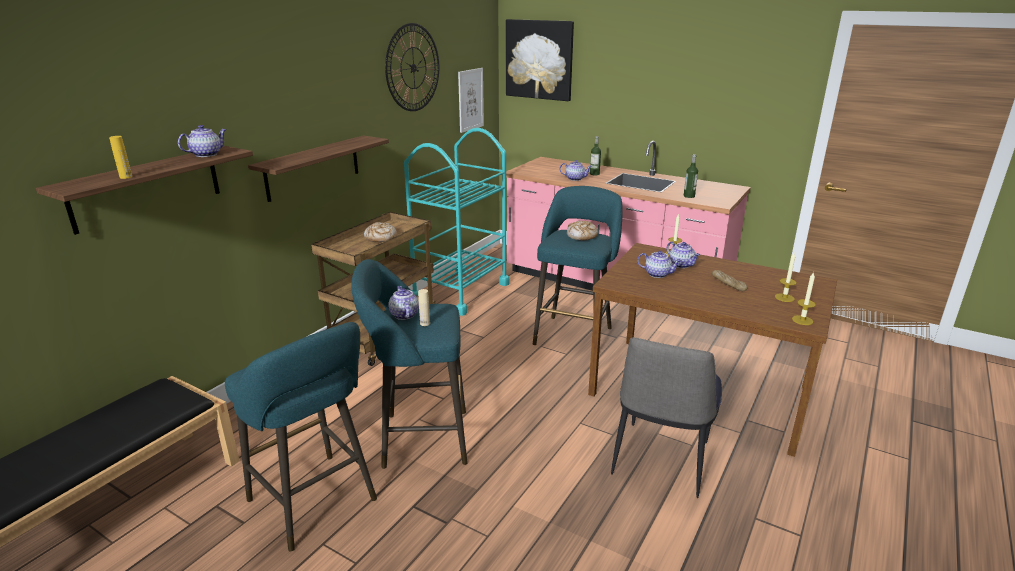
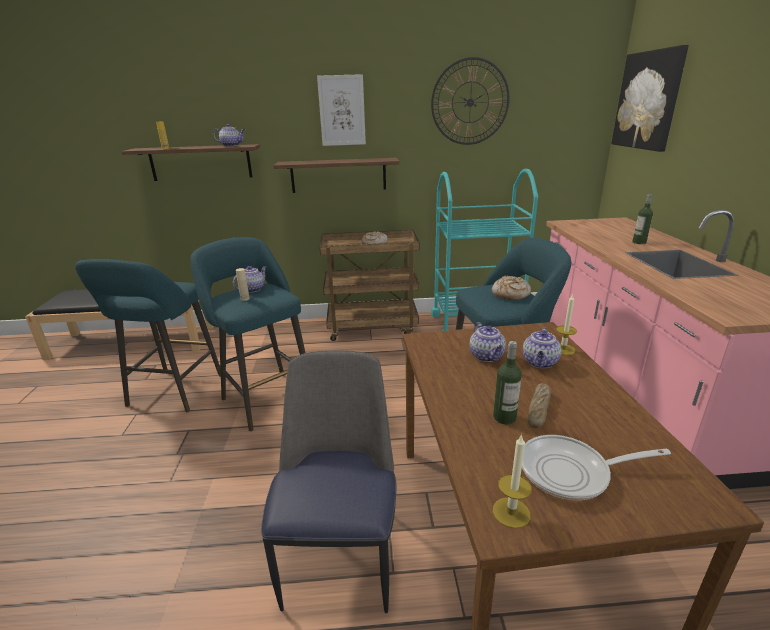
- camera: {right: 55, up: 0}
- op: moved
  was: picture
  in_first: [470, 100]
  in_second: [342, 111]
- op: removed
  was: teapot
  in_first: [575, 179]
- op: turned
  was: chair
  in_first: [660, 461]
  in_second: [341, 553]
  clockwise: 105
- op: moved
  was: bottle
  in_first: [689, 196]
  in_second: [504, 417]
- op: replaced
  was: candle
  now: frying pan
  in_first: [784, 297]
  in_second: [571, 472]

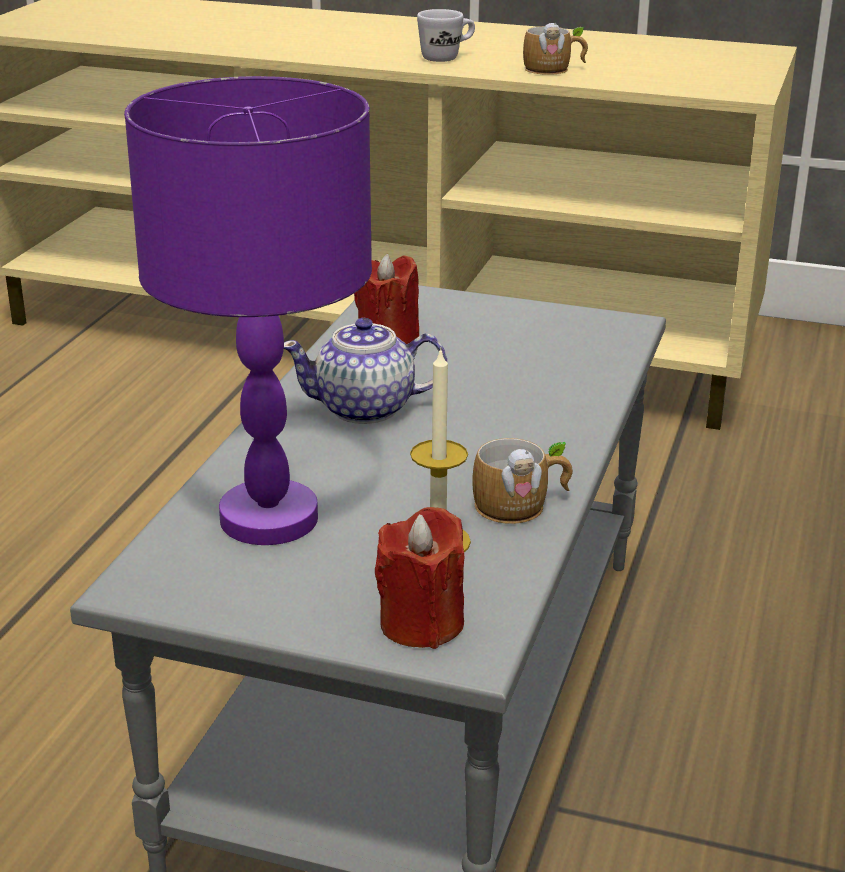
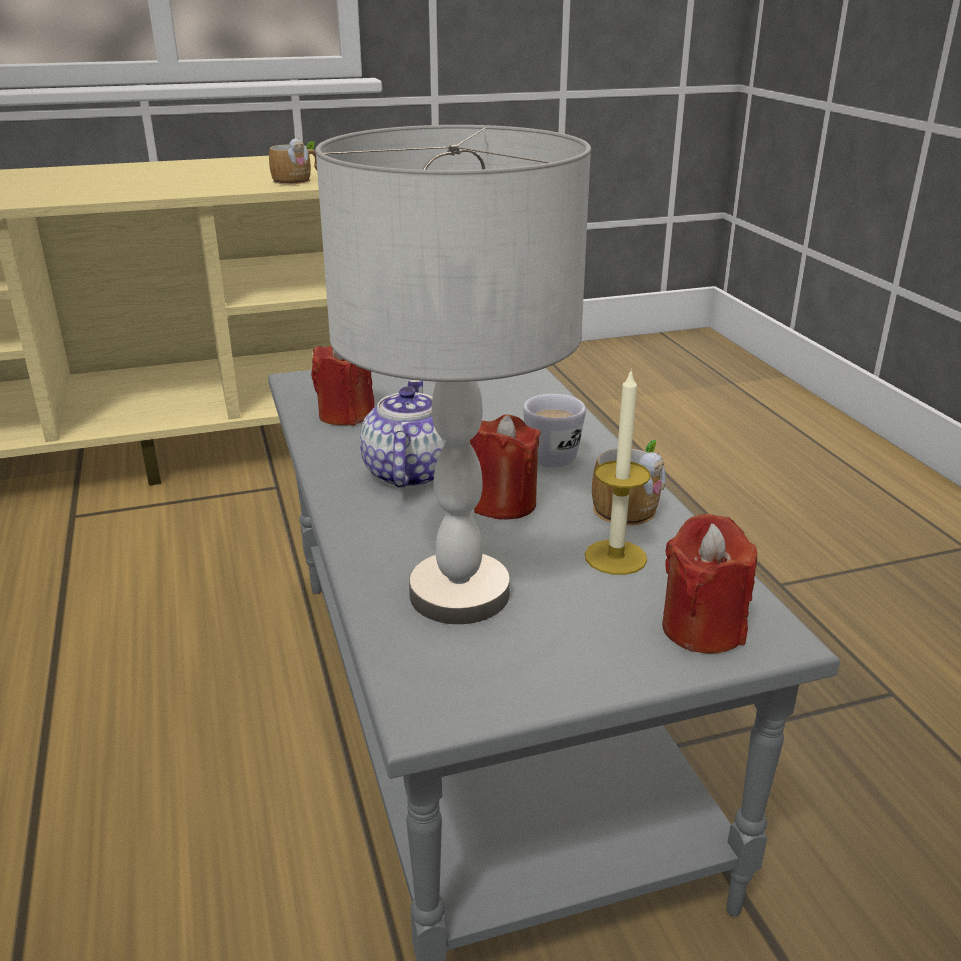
- camera: {right: -35, up: 0}
- op: recoloured
  was: table lamp/purple
  now: table lamp/grey
  in_first: [270, 518]
  in_second: [459, 593]
- op: turned
  was: teapot
  in_first: [366, 409]
  in_second: [408, 474]
  clockwise: 135
- op: moved
  was: mug/white
  in_first: [447, 58]
  in_second: [556, 454]
- op: added
  now: candle/red
  in_second: [503, 503]

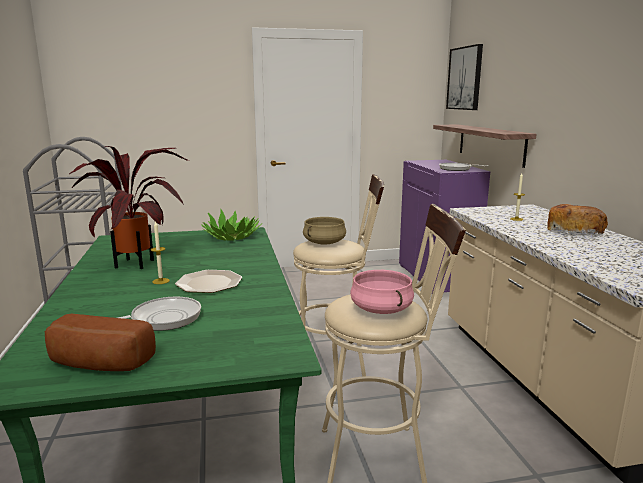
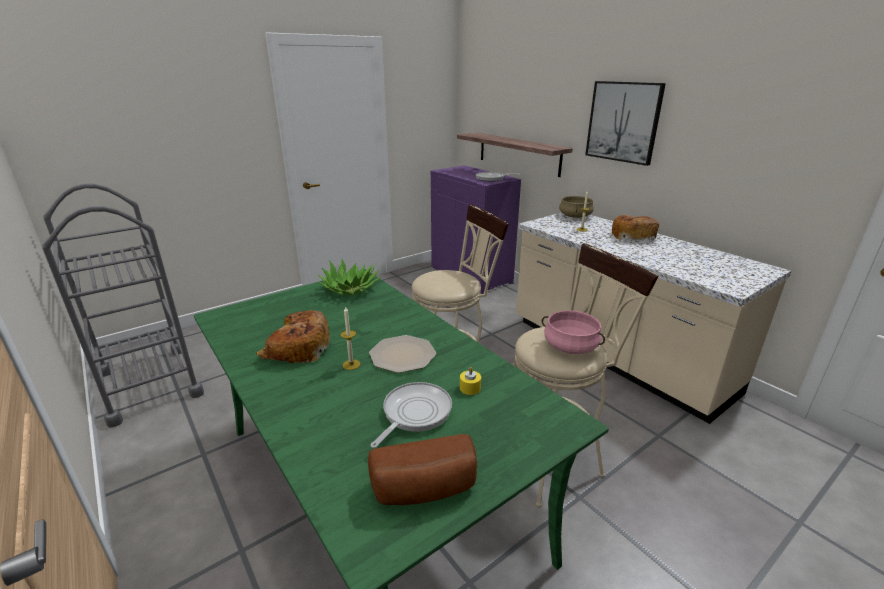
- camera: {right: -25, up: 10}
- op: replaced
  was: potted plant
  now: bread
  in_first: [137, 265]
  in_second: [297, 348]
- op: moved
  was: cooking pot/beige
  in_first: [324, 242]
  in_second: [574, 216]
- op: moved
  was: picture
  in_first: [465, 78]
  in_second: [623, 122]
- op: added
  now: candle/yellow
  in_second: [470, 388]

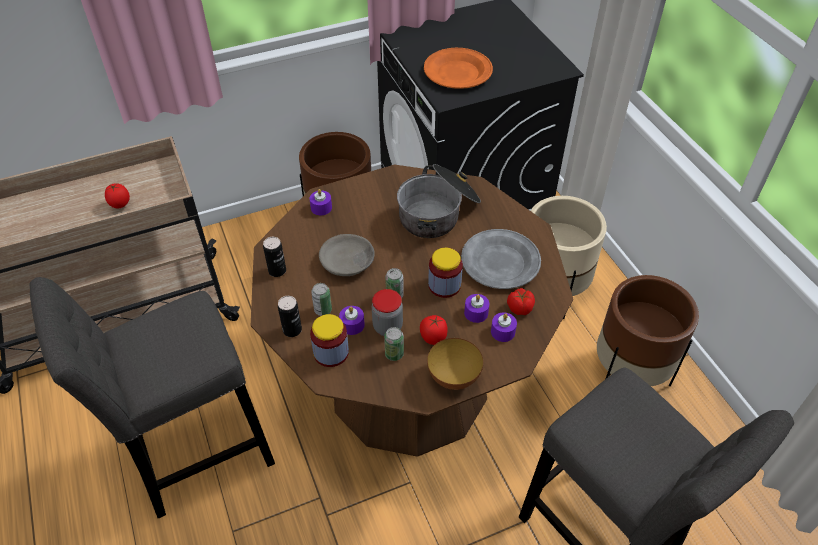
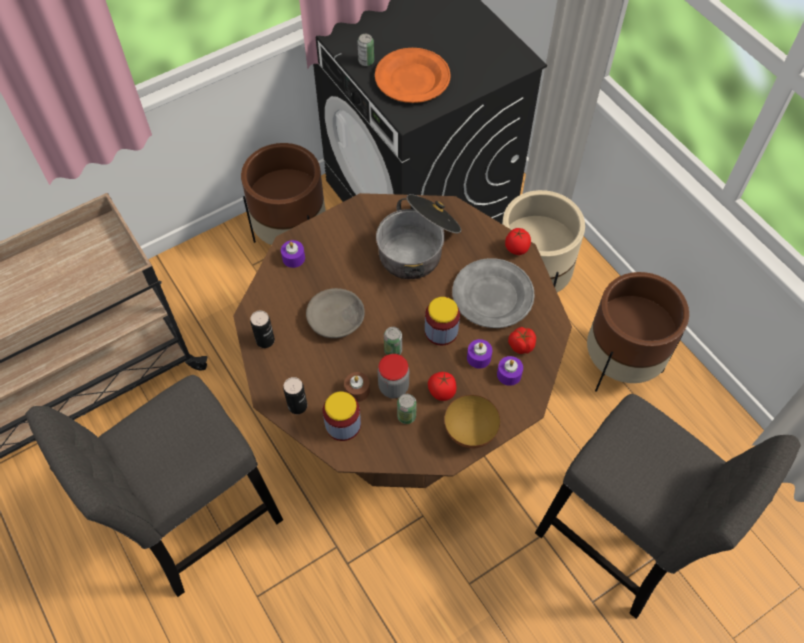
- camera: {right: -10, up: 10}
- op: moved
  was: tomato
  in_first: [120, 205]
  in_second: [516, 249]
- op: moved
  was: can
  in_first: [323, 310]
  in_second: [366, 61]
- op: recoloured
  was: candle/purple
  now: candle/brown
  in_first: [352, 325]
  in_second: [357, 390]

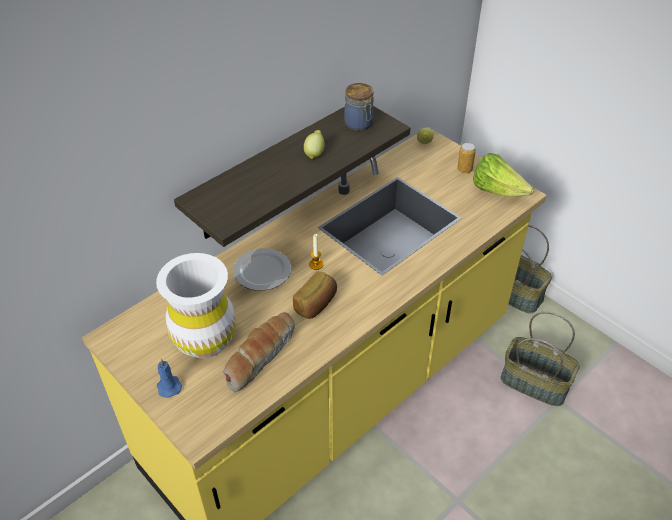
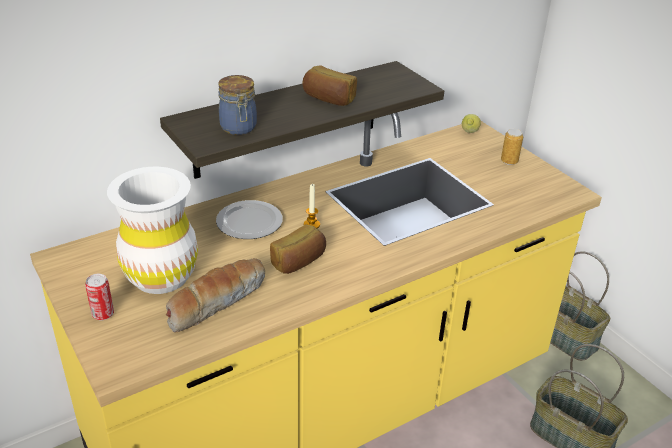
- camera: {right: 10, up: -10}
- op: replaced
  was: candle/blue
  now: can
  in_first: [168, 386]
  in_second: [103, 314]
- op: replaced
  was: lemon
  now: bread
  in_first: [314, 153]
  in_second: [328, 99]
- op: moved
  was: jar
  in_first: [359, 124]
  in_second: [239, 128]
- op: removed
  was: lettuce
  in_first: [497, 190]

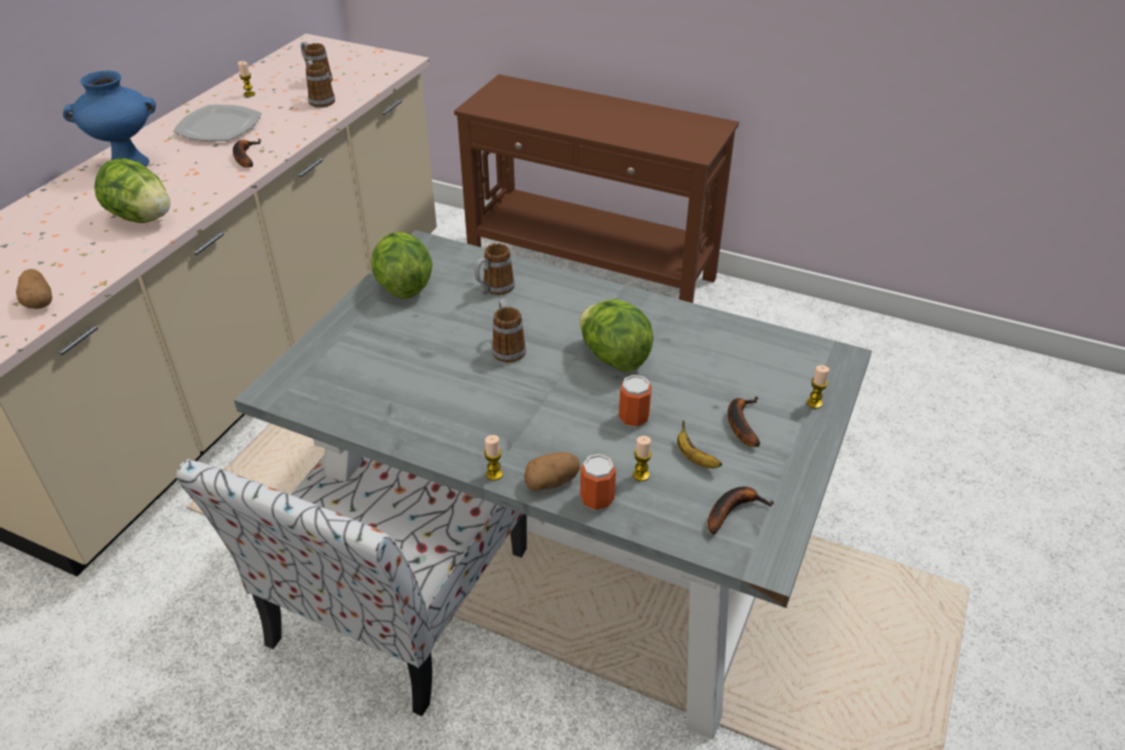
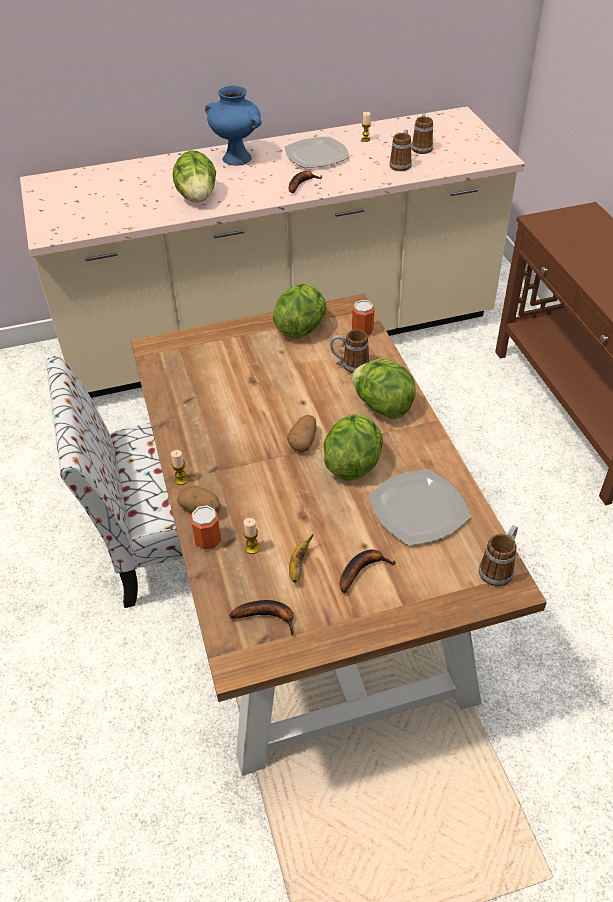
- camera: {right: 50, up: 5}
- op: moved
  was: potato
  in_first: [39, 301]
  in_second: [303, 441]
- op: recoloured
  was: dining table/grey
  now: dining table/brown
  in_first: [558, 547]
  in_second: [307, 582]
- op: moved
  was: mug
  in_first: [507, 348]
  in_second: [498, 568]
- op: moved
  was: can
  in_first: [633, 418]
  in_second: [362, 331]
- op: removed
  was: candle
  in_first: [814, 403]
- op: added
  now: lettuce
  in_second: [382, 406]
- op: added
  now: plate
  in_second: [418, 508]

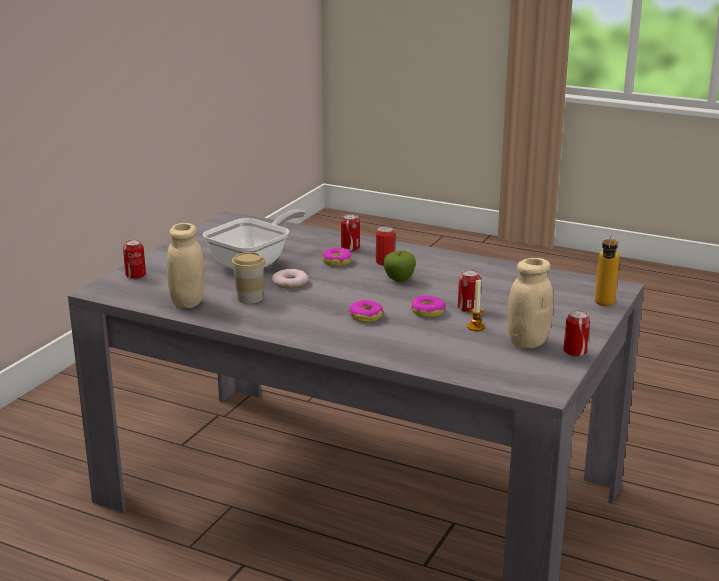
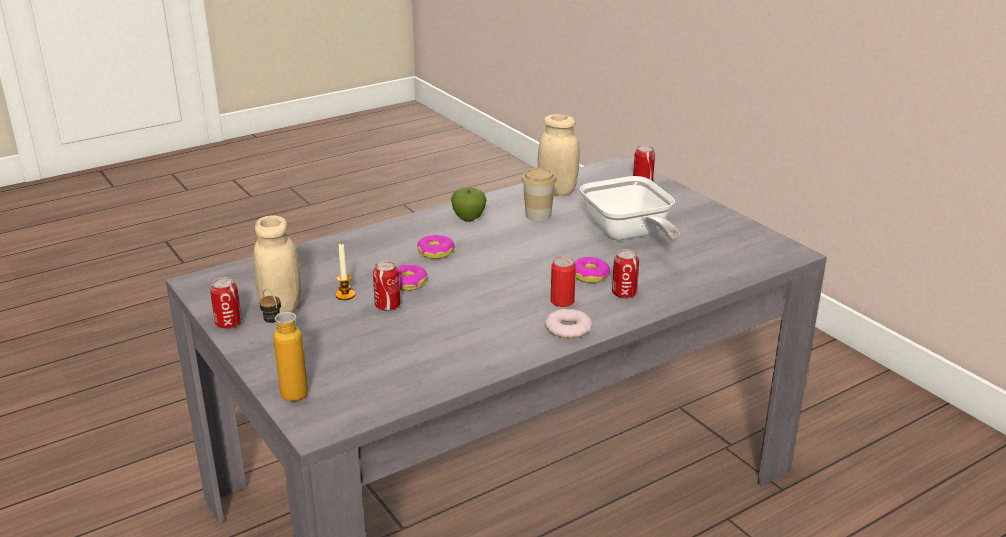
- camera: {right: 120, up: 5}
- op: moved
  was: donut
  in_first: [290, 283]
  in_second: [568, 328]
- op: moved
  was: apple
  in_first: [399, 279]
  in_second: [469, 218]

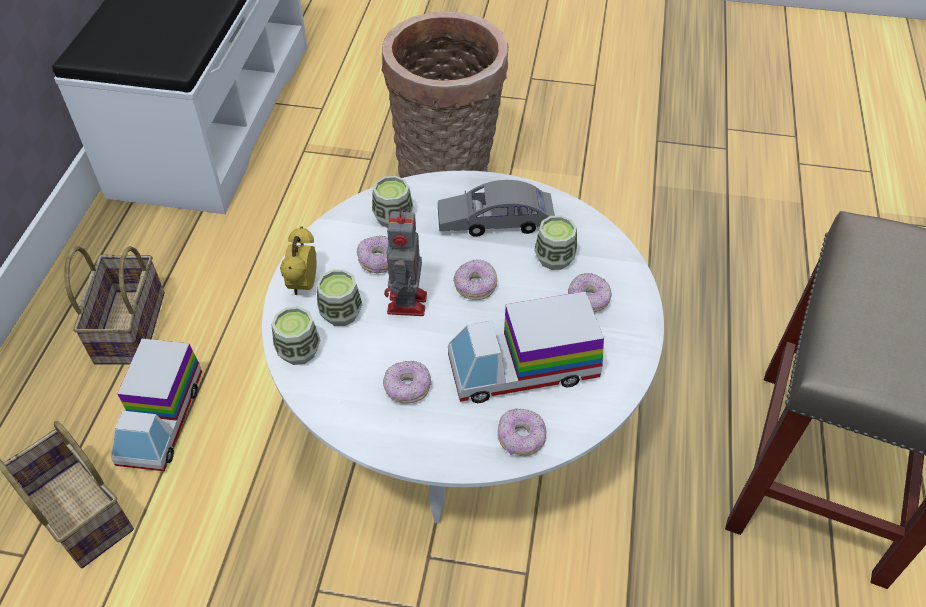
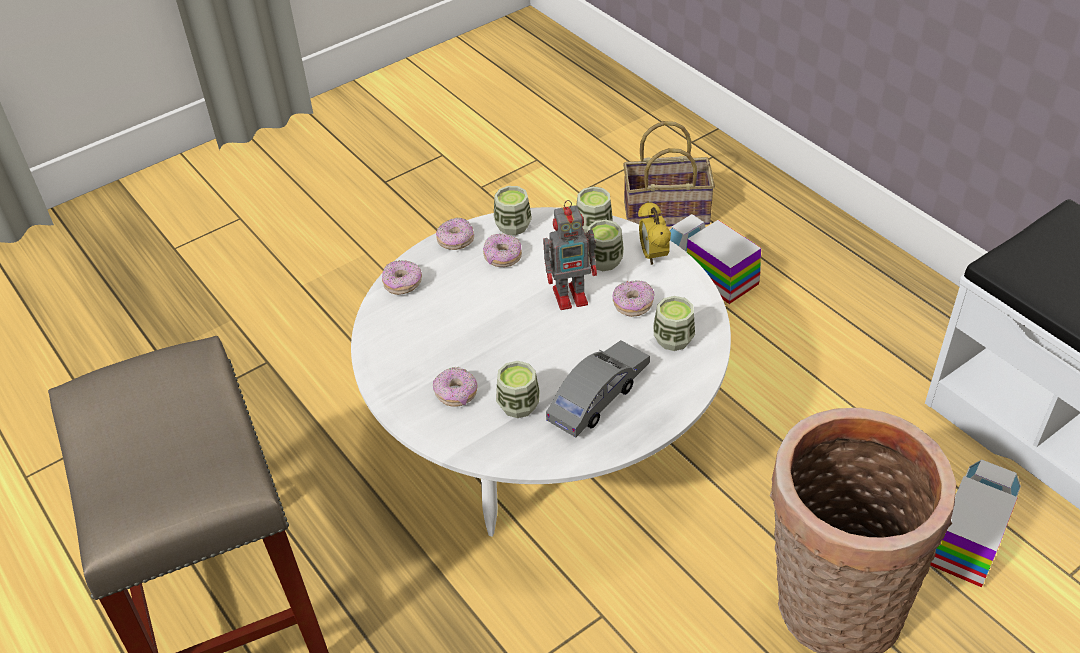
- camera: {right: 135, up: -5}
- op: removed
  was: basket
  in_first: [129, 325]
- op: turned
  was: alarm clock
  in_first: [303, 285]
  in_second: [653, 256]
  clockwise: -150
- op: turned
  was: toy robot
  in_first: [407, 305]
  in_second: [572, 295]
  clockwise: 120
- op: moved
  was: toy truck
  in_first: [522, 369]
  in_second: [972, 532]
- op: moved
  was: donut
  in_first: [475, 286]
  in_second: [456, 241]
- op: added
  now: cup
  in_second: [513, 226]

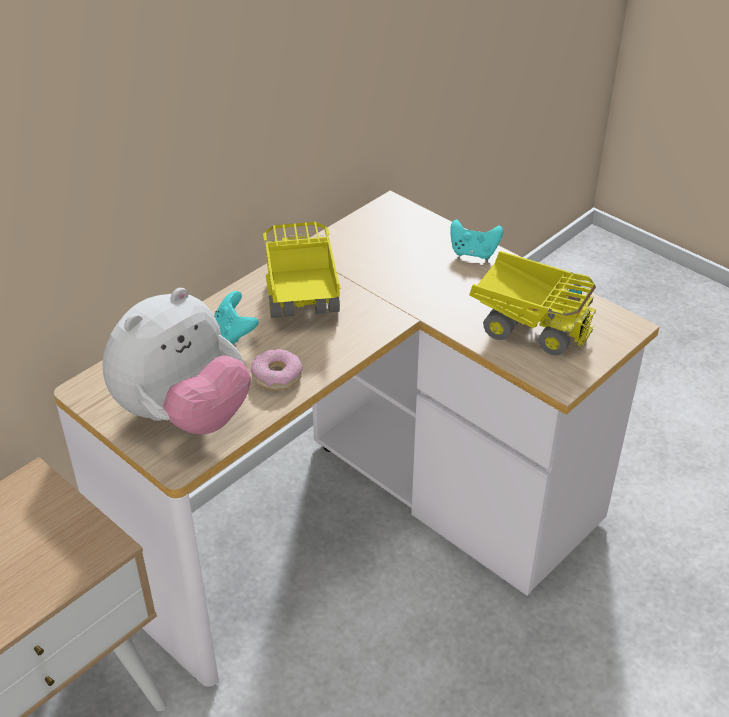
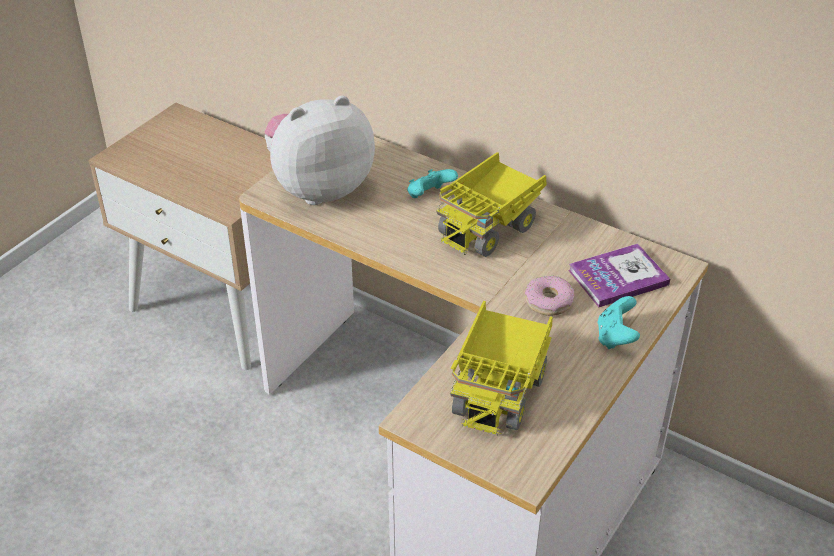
- camera: {right: 80, up: 0}
- op: turned
  was: plush toy
  in_first: [184, 415]
  in_second: [319, 188]
  clockwise: 120
- op: moved
  was: donut
  in_first: [276, 376]
  in_second: [548, 301]
- op: turned
  was: toy truck
  in_first: [301, 299]
  in_second: [489, 227]
  clockwise: 150
- op: added
  now: book
  in_second: [618, 277]

